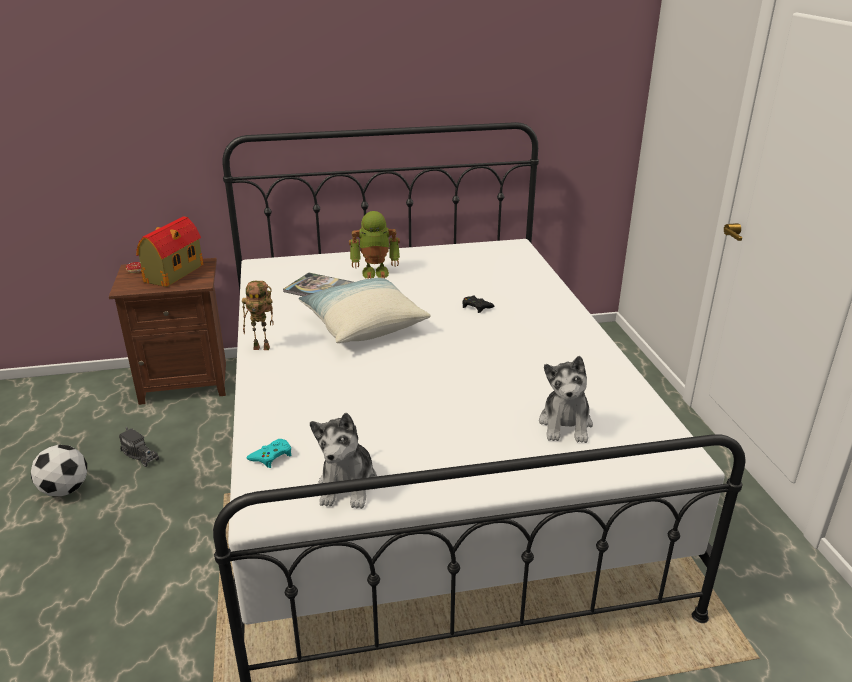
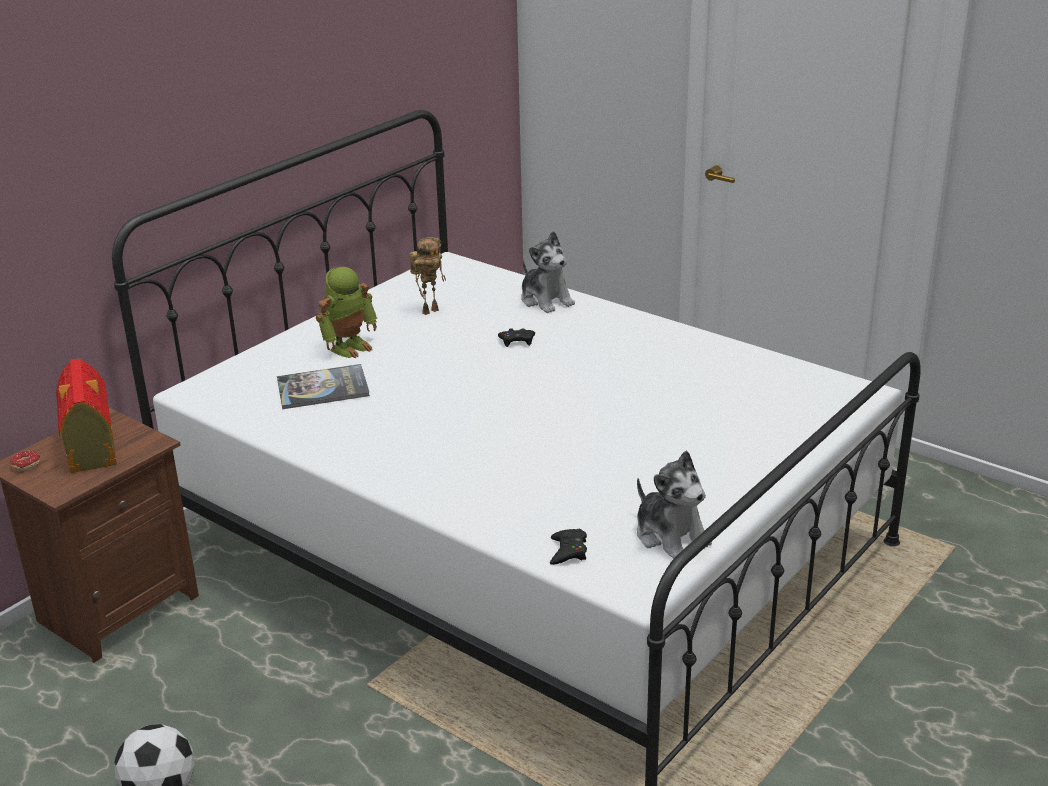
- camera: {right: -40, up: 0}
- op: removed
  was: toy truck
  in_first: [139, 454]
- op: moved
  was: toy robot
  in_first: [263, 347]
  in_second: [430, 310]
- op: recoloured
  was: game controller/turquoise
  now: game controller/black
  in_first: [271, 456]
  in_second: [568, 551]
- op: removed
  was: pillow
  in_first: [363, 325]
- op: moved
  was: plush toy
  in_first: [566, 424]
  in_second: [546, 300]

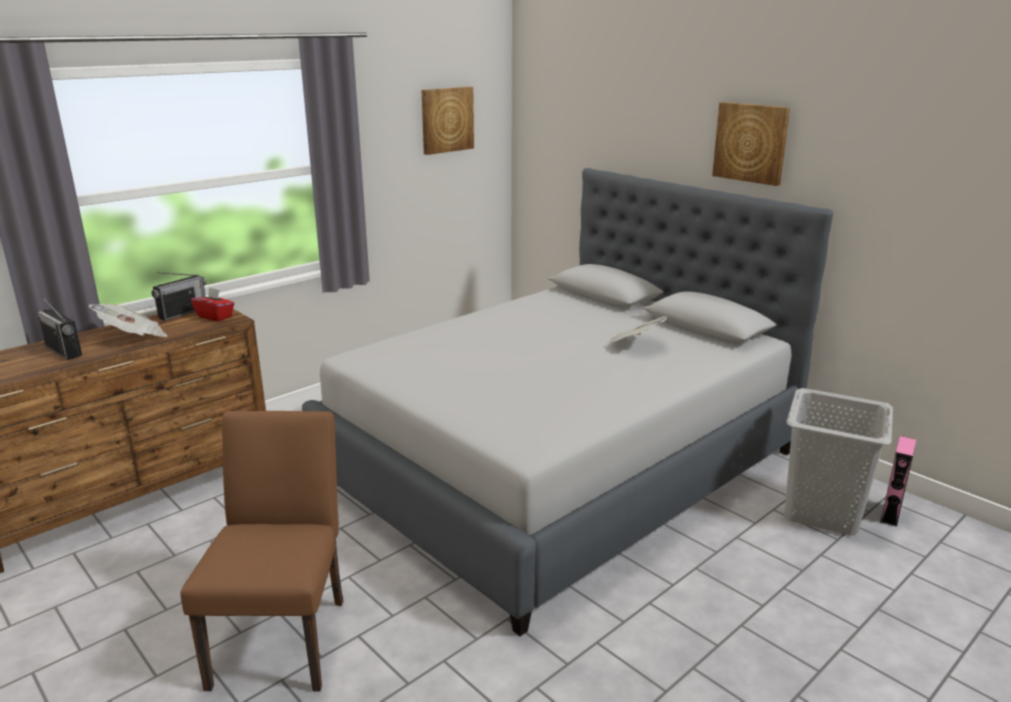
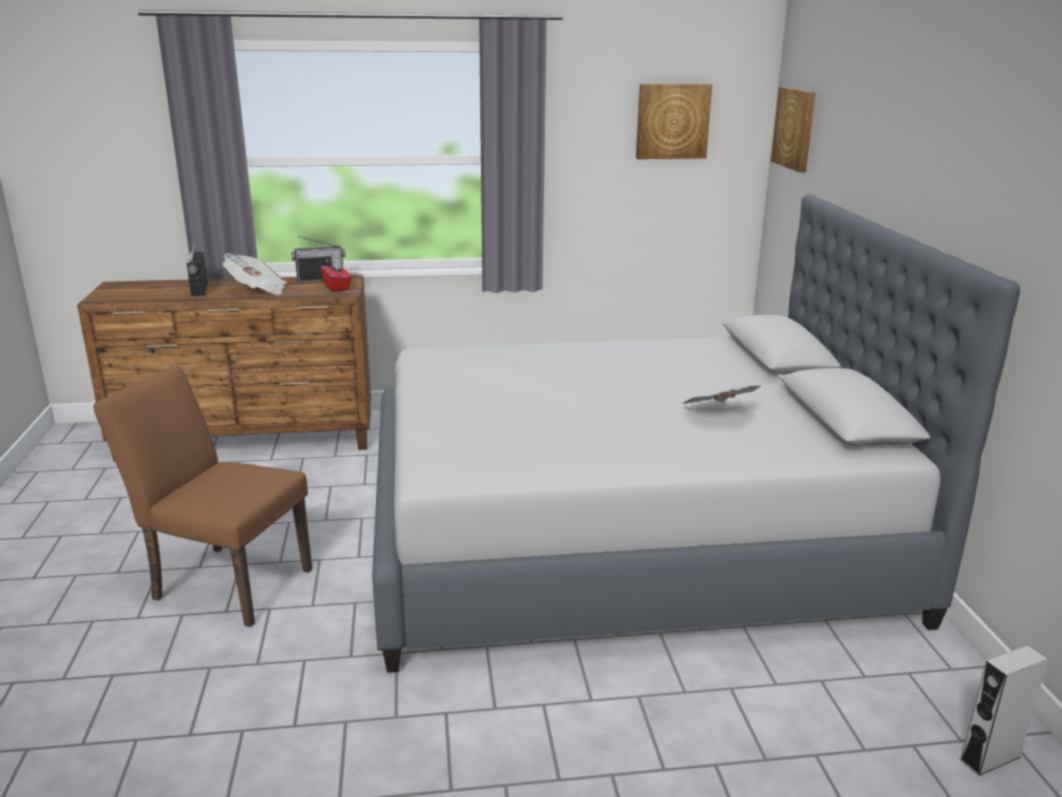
- camera: {right: 35, up: 0}
- op: turned
  was: chair/brown
  in_first: [284, 634]
  in_second: [223, 582]
  clockwise: -105
- op: moved
  was: picture
  in_first: [751, 143]
  in_second: [795, 128]
- op: removed
  was: laundry basket/grey
  in_first: [821, 511]
- op: recoloured
  was: speaker/pink
  now: speaker/grey
  in_first: [890, 514]
  in_second: [990, 758]

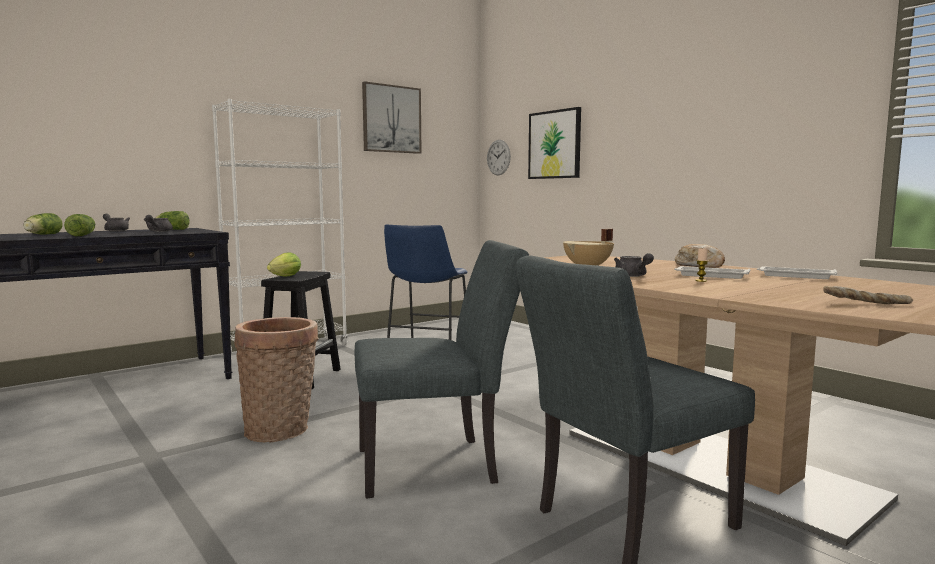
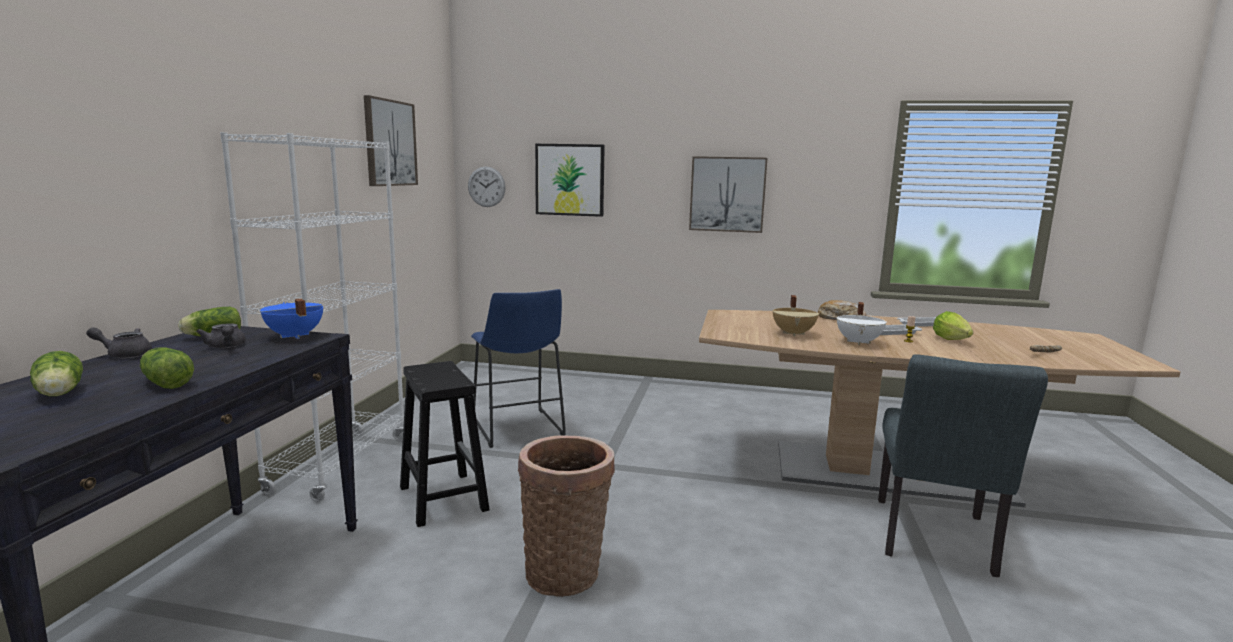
- camera: {right: -40, up: 5}
- op: moved
  was: lettuce
  in_first: [283, 277]
  in_second: [953, 341]
- op: removed
  was: chair/grey
  in_first: [438, 465]
- op: replaced
  was: teapot/grey
  now: cooking pot/white
  in_first: [632, 276]
  in_second: [859, 342]
- op: added
  now: cooking pot/blue
  in_second: [293, 336]
- op: added
  now: picture
  in_second: [727, 194]

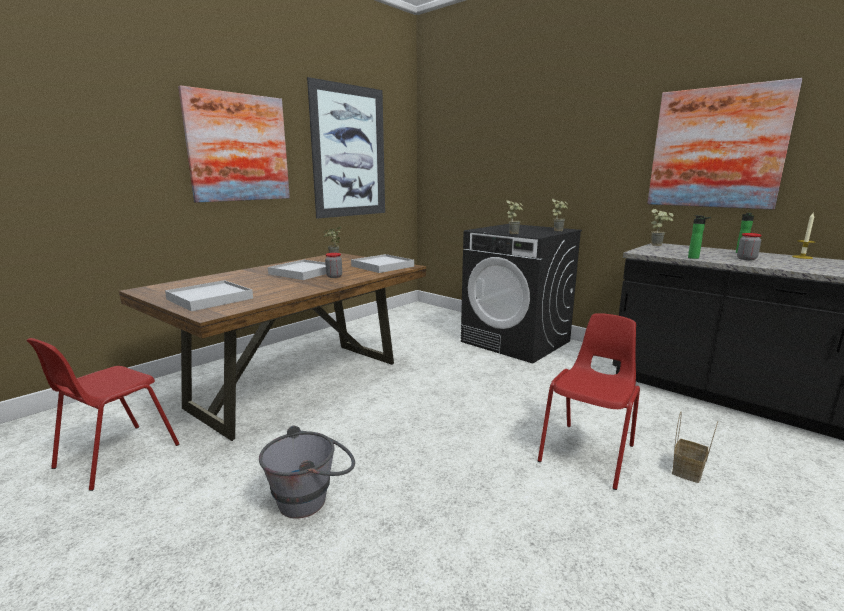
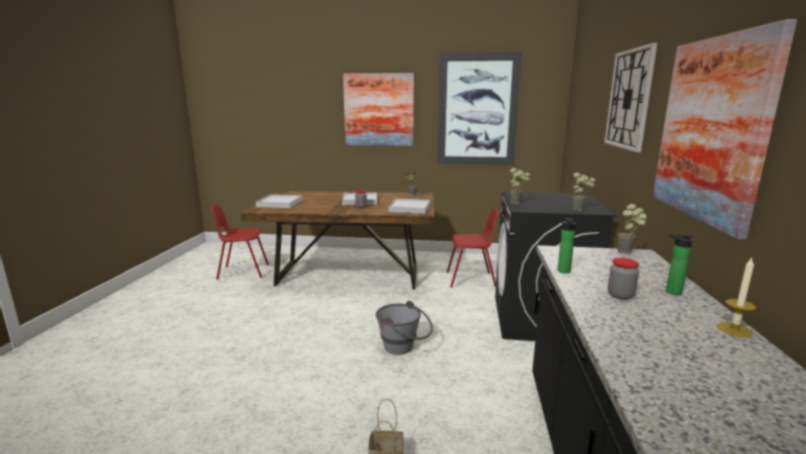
- camera: {right: 55, up: 0}
- op: moved
  was: bucket/grey
  in_first: [312, 498]
  in_second: [404, 348]
- op: moved
  was: chair/red
  in_first: [589, 453]
  in_second: [471, 279]
- op: added
  now: wall clock
  in_second: [629, 99]

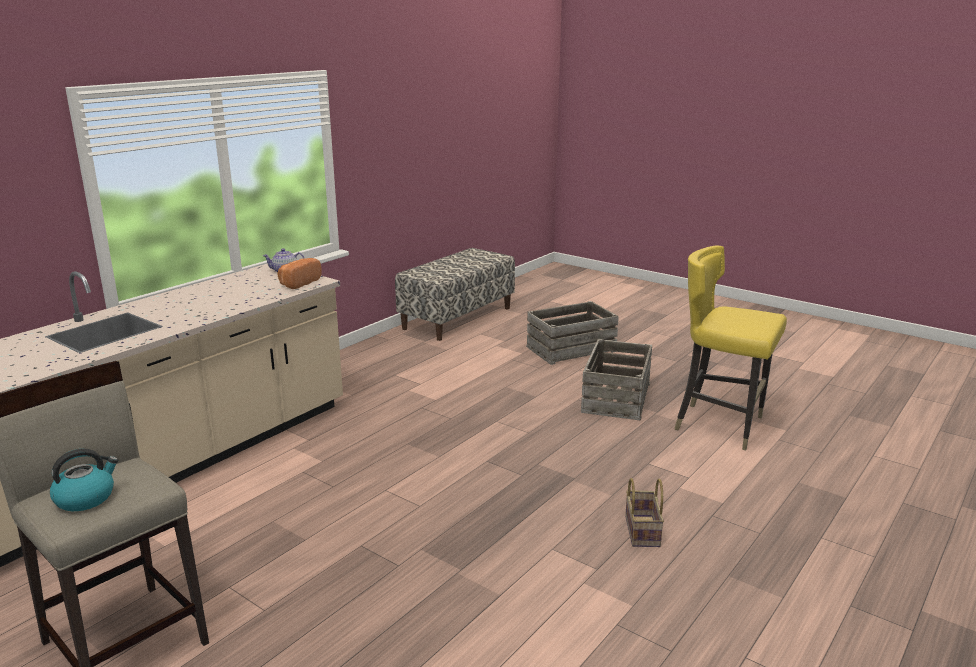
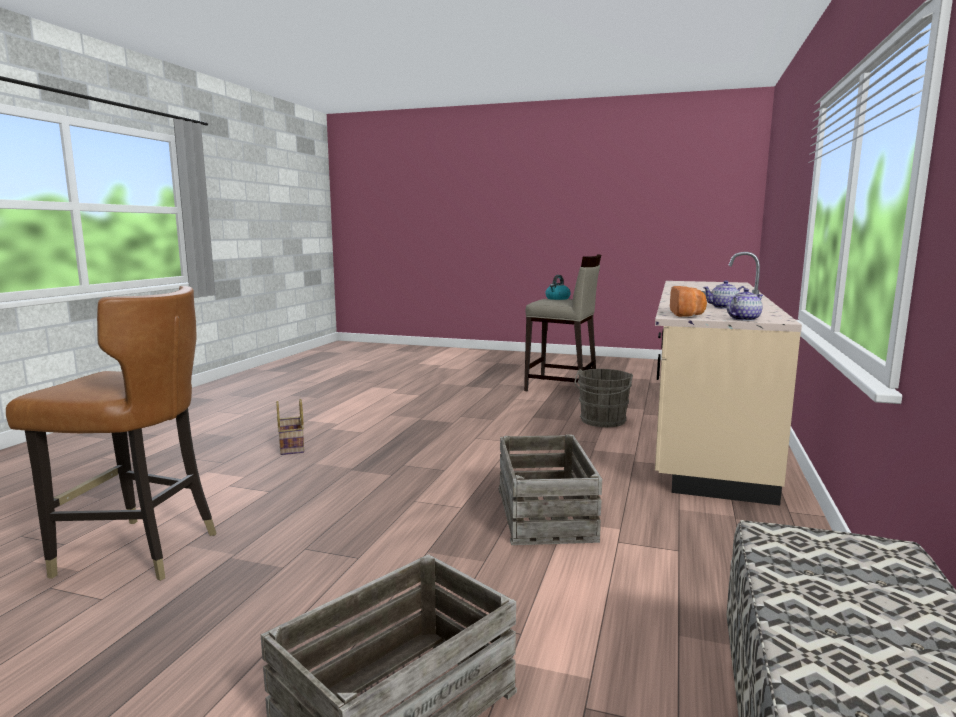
- camera: {right: 160, up: -10}
- op: moved
  was: crate
  in_first: [615, 397]
  in_second: [546, 514]
- op: recoloured
  was: chair/yellow
  now: chair/brown
  in_first: [721, 425]
  in_second: [137, 551]
- op: added
  now: bucket/grey
  in_second: [602, 421]
- op: added
  now: teapot
  in_second: [724, 307]

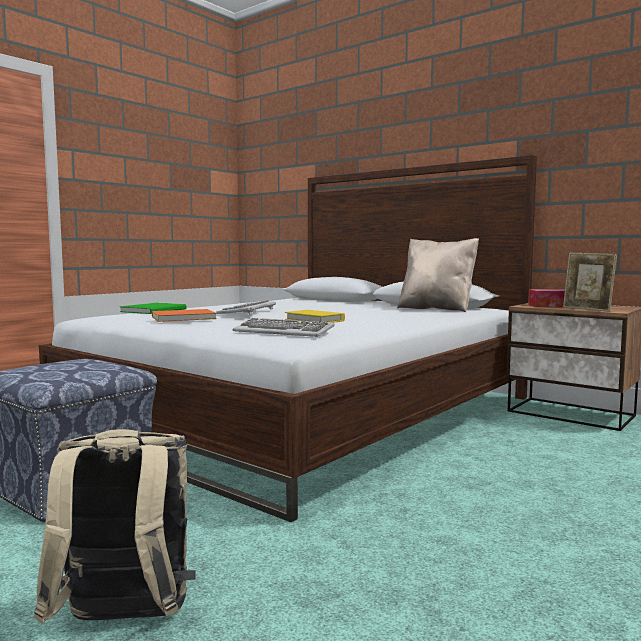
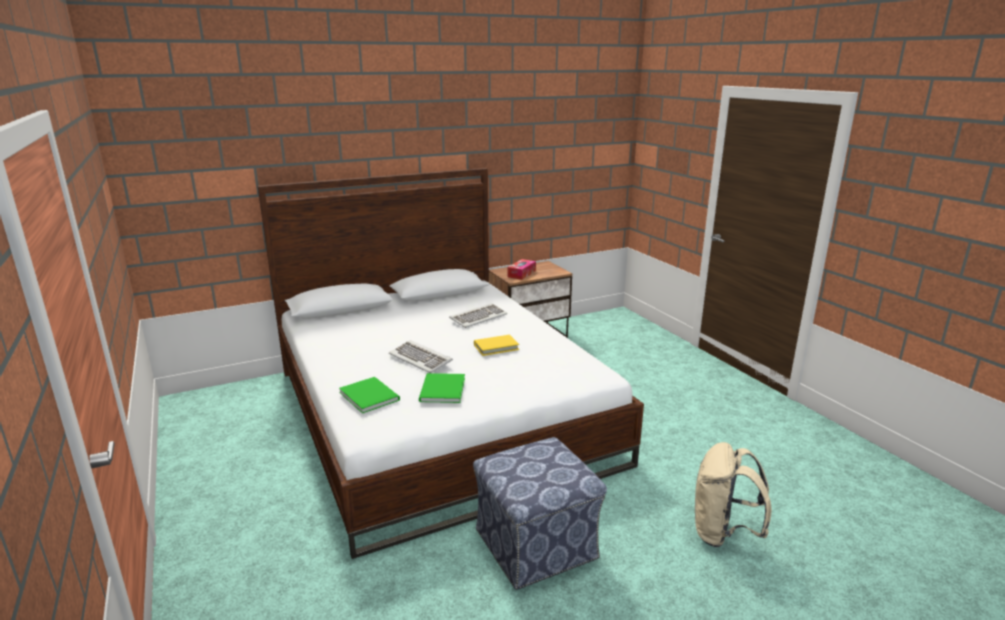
- camera: {right: -65, up: 15}
- op: recoloured
  was: book/orange
  now: book/green
  in_first: [181, 317]
  in_second: [441, 390]
- op: moved
  was: keyboard
  in_first: [284, 332]
  in_second: [478, 317]
- op: removed
  was: pillow/beige
  in_first: [436, 309]
- op: removed
  was: picture frame
  in_first: [587, 309]

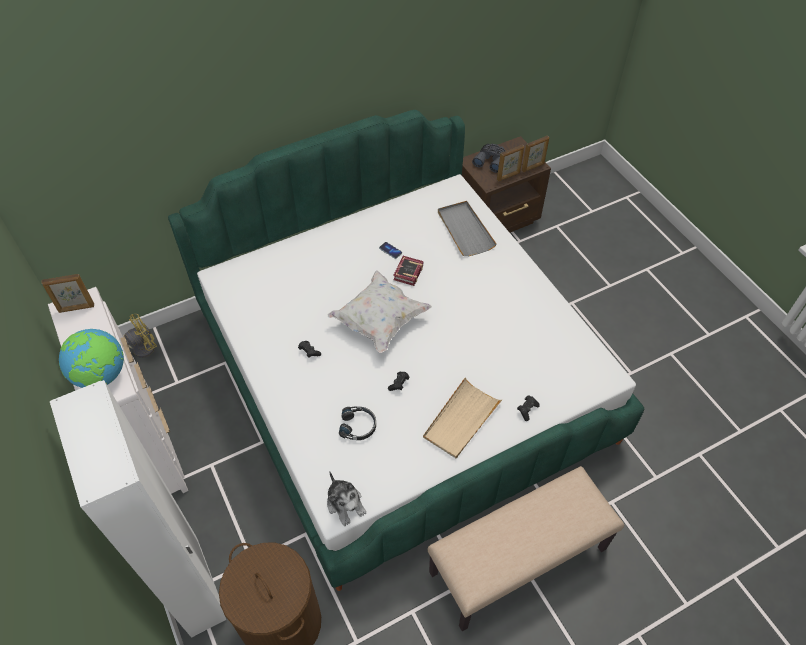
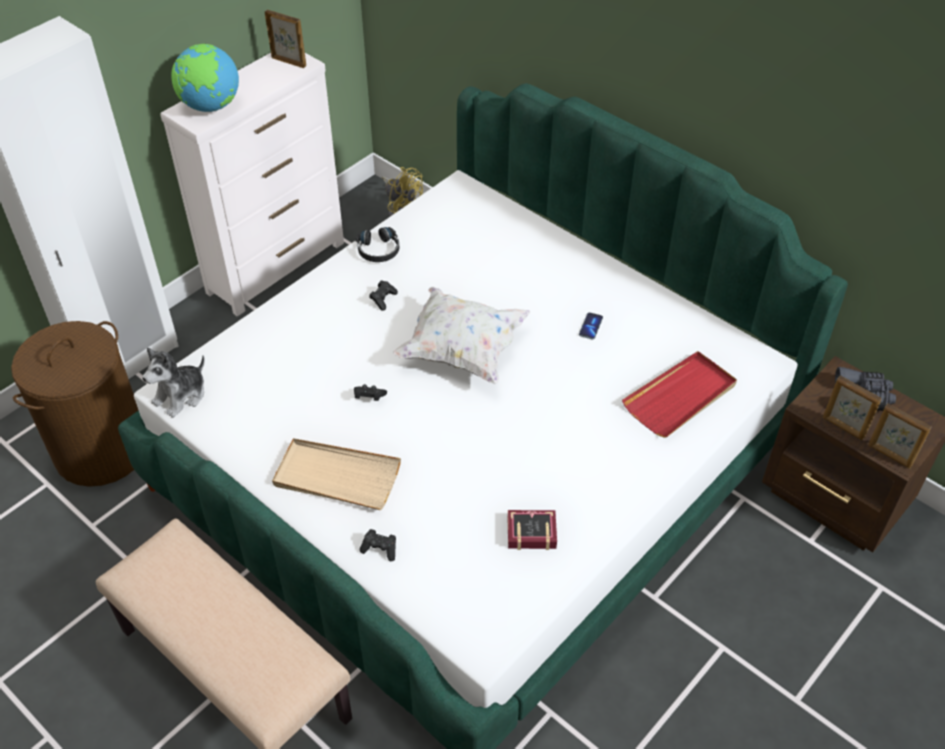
- camera: {right: 70, up: -5}
- op: turned
  was: picture frame
  in_first: [76, 308]
  in_second: [289, 61]
  clockwise: 150
- op: moved
  was: headphones/black
  in_first: [358, 426]
  in_second: [378, 250]
- op: moved
  was: book
  in_first: [407, 273]
  in_second: [529, 531]
- op: recoloured
  was: tray/grey
  now: tray/red
  in_first: [465, 230]
  in_second: [680, 397]

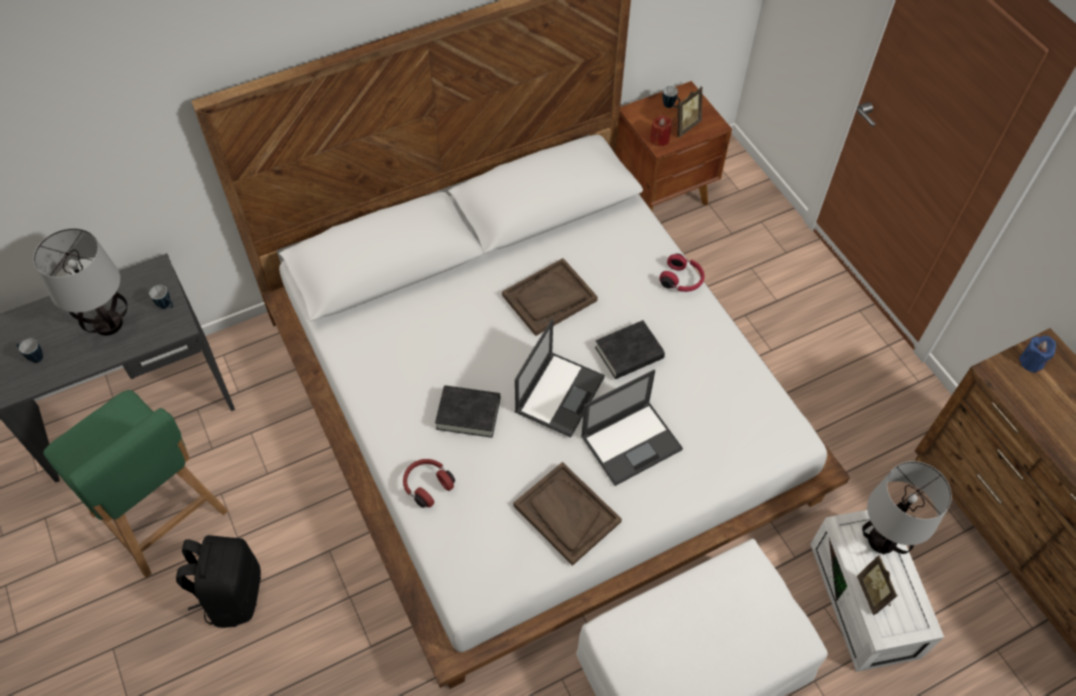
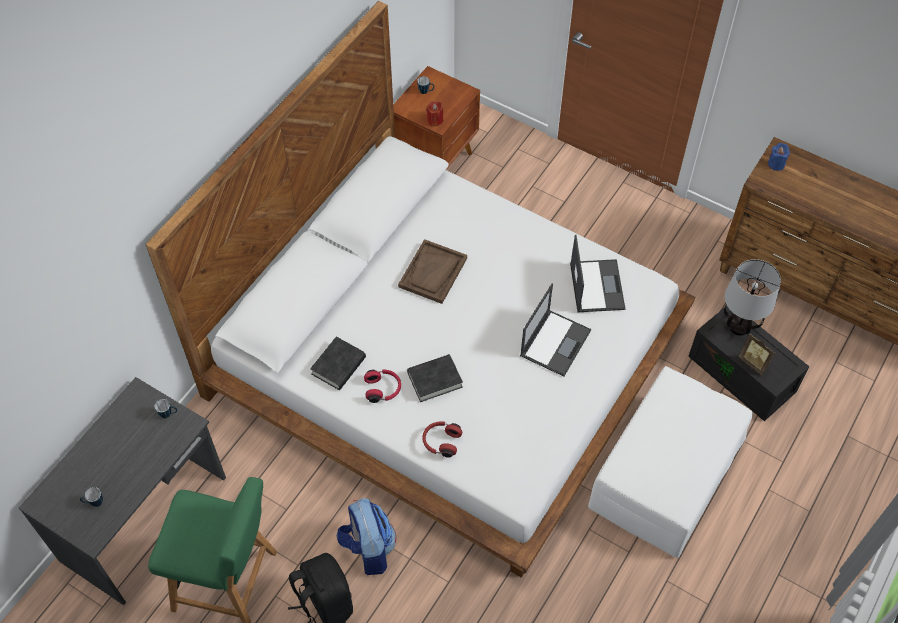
- camera: {right: -30, up: 0}
- op: removed
  was: table lamp
  in_first: [109, 324]
- op: removed
  was: tray/brown
  in_first: [566, 514]
- op: moved
  was: laptop
  in_first: [560, 393]
  in_second: [596, 285]
- op: moved
  was: book/black
  in_first: [629, 353]
  in_second: [338, 366]
- op: moved
  was: headphones/red
  in_first: [682, 280]
  in_second: [383, 389]
- op: removed
  was: picture frame
  in_first: [684, 126]
- op: recoloured
  was: storage box/white
  now: storage box/black
  in_first: [866, 601]
  in_second: [744, 374]
- op: added
  now: backpack
  in_second: [368, 549]

